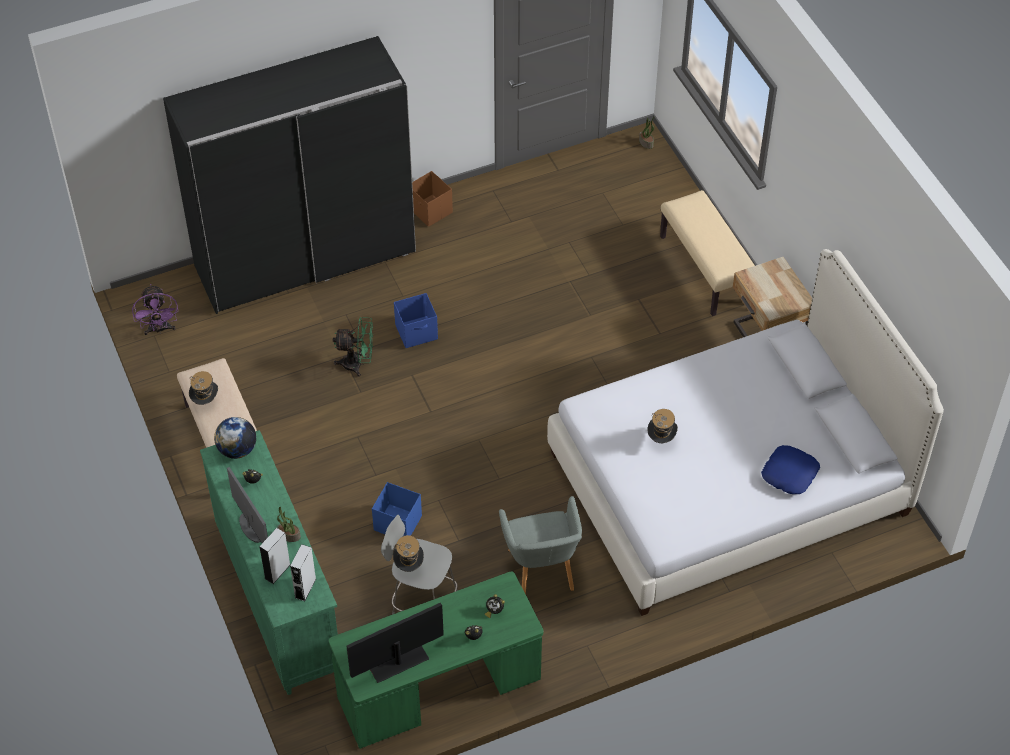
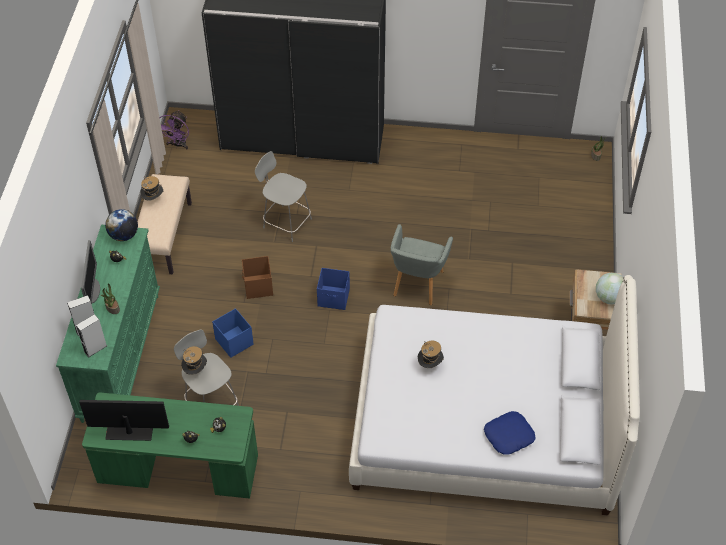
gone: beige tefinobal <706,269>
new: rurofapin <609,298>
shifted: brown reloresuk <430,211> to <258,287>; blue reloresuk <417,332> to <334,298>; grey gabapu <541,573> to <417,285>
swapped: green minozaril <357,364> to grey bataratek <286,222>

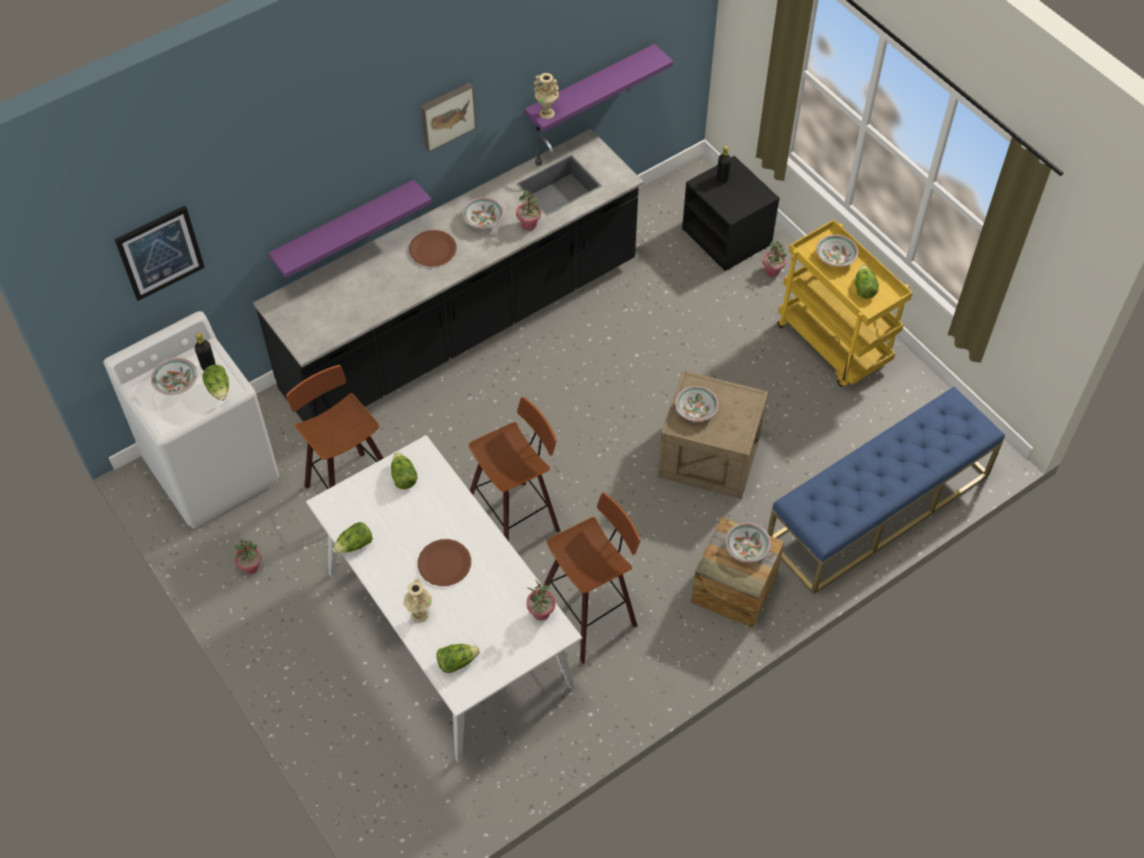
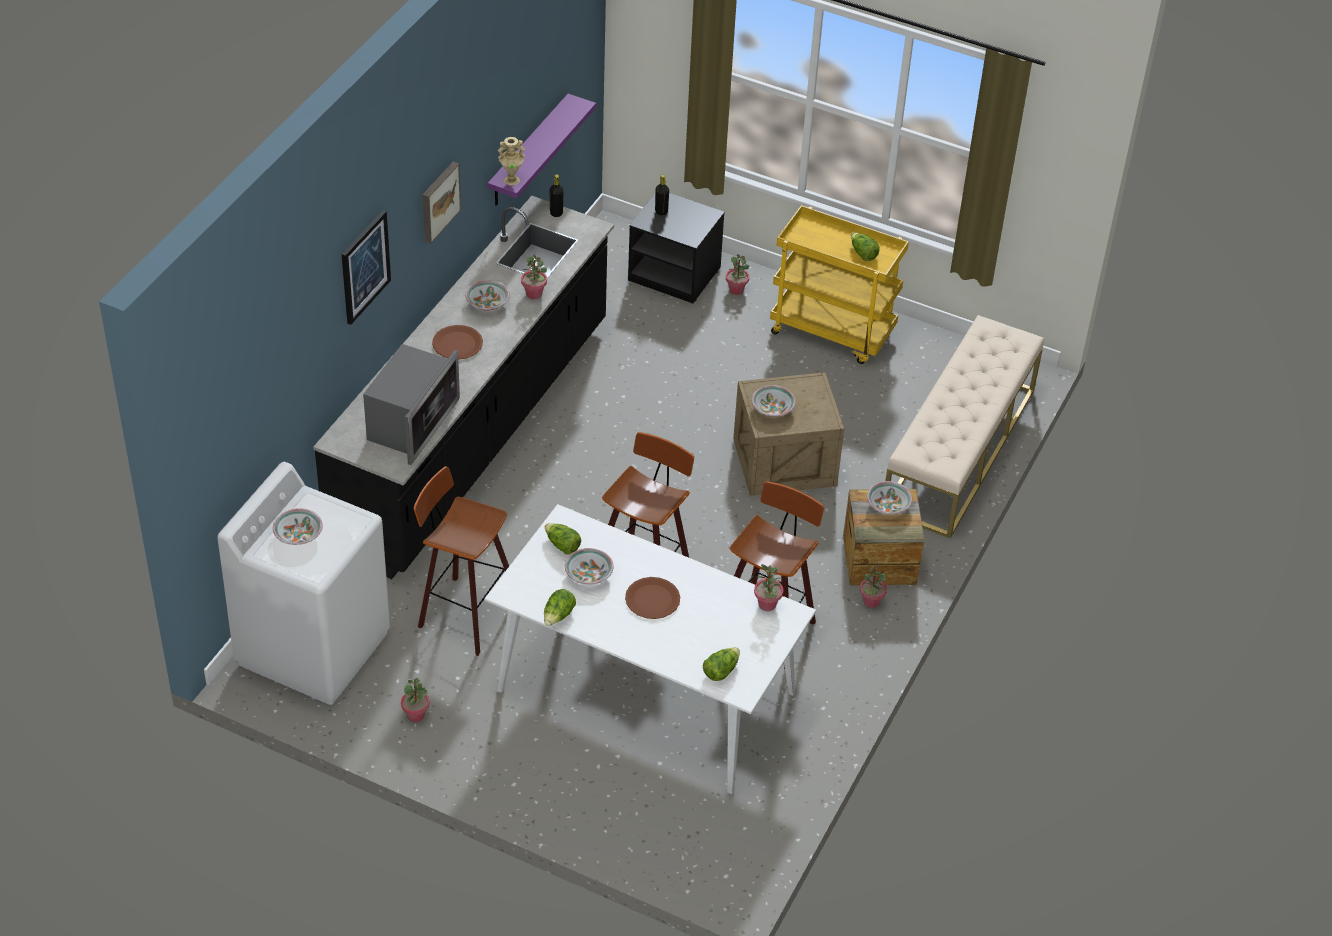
gone: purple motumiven <344,228>; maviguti <219,389>; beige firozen <419,614>
new: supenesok <411,423>; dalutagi <871,602>
shifted: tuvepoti <159,252> to <365,266>; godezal <835,257> to <588,575>; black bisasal <208,366> to <556,213>
repainted: blue tefinobal <878,508> to beige tefinobal <959,450>

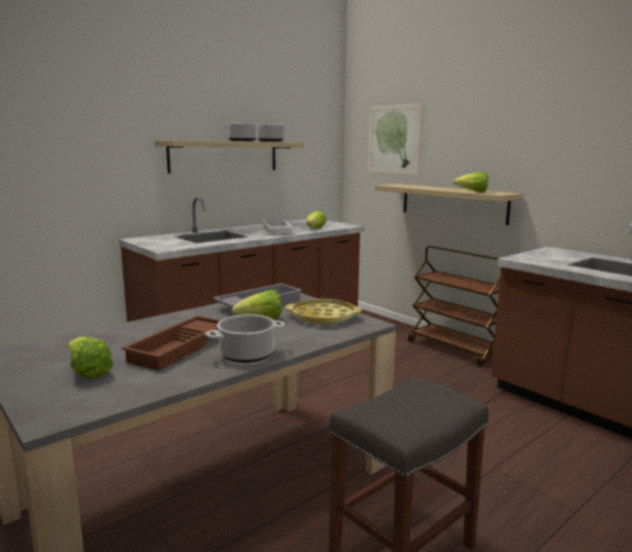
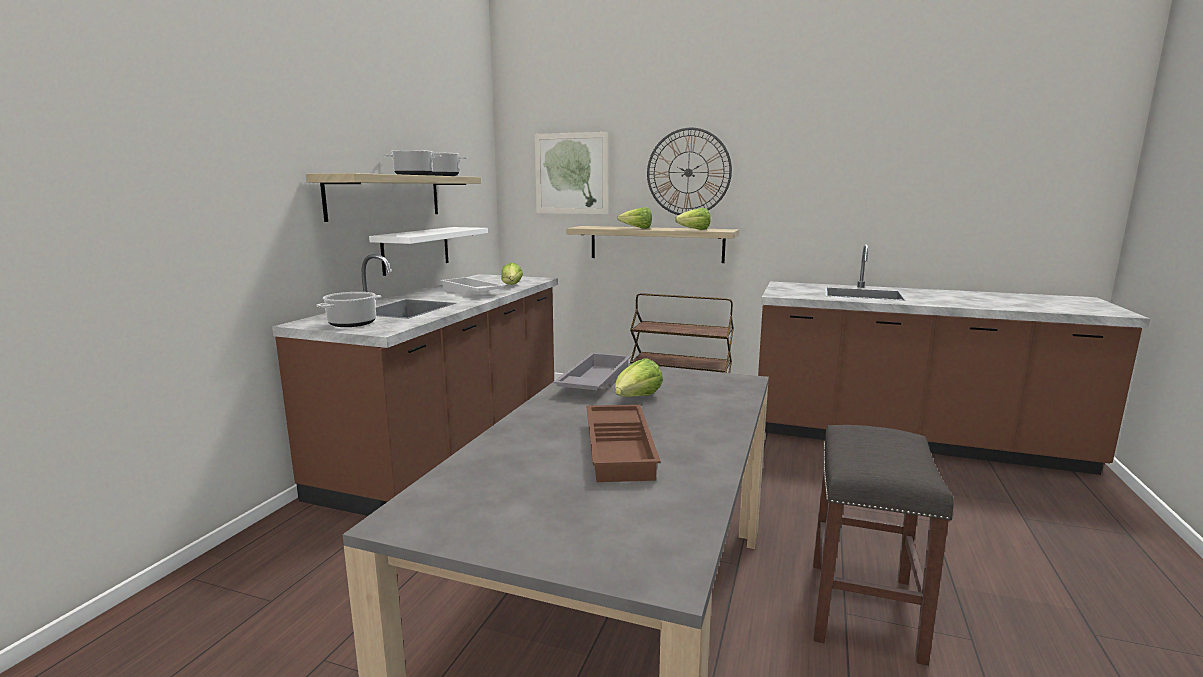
gone: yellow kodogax <323,317>
new: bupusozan <688,172>; white motumiven <416,250>
shifted: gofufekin <247,354> to <352,323>; maviguti <88,372> to <637,228>

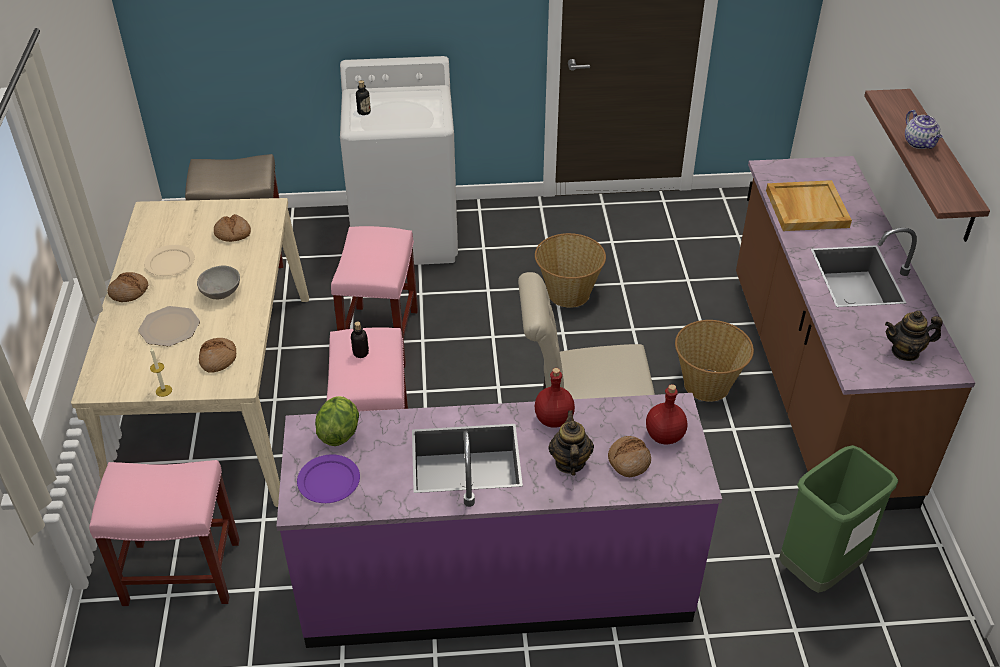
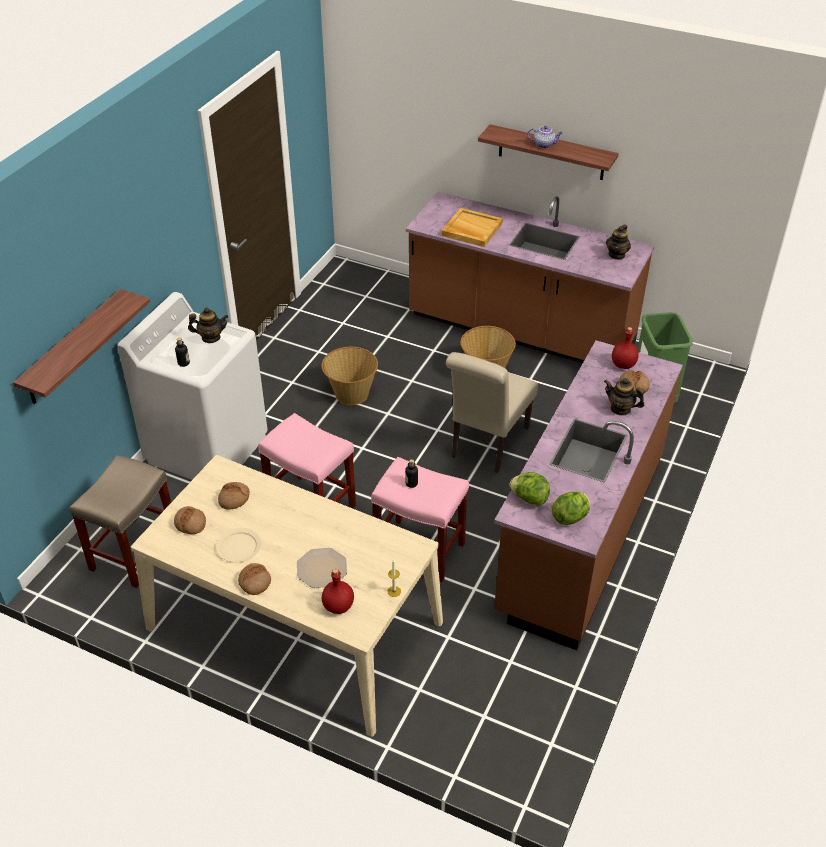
gone: grey godezal <222,294>; pink bataratek <180,572>
new: motumiven <73,348>; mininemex <211,338>
shifted: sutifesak <218,359> to <190,523>; red bisasal <554,419> to <338,606>
swapped: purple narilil <328,480> to maviguti <570,517>
repainted: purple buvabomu <496,581> to brown buvabomu <579,534>

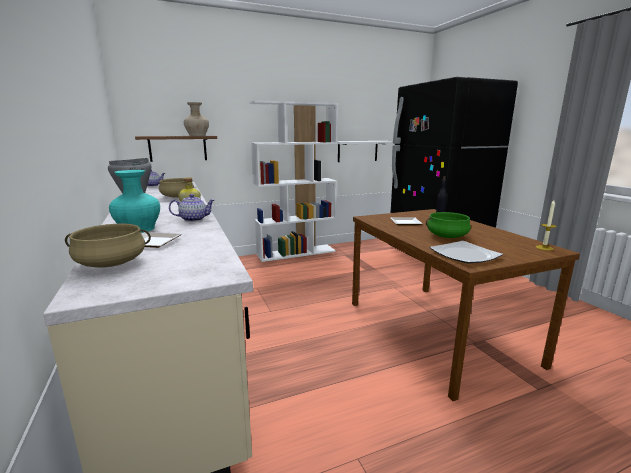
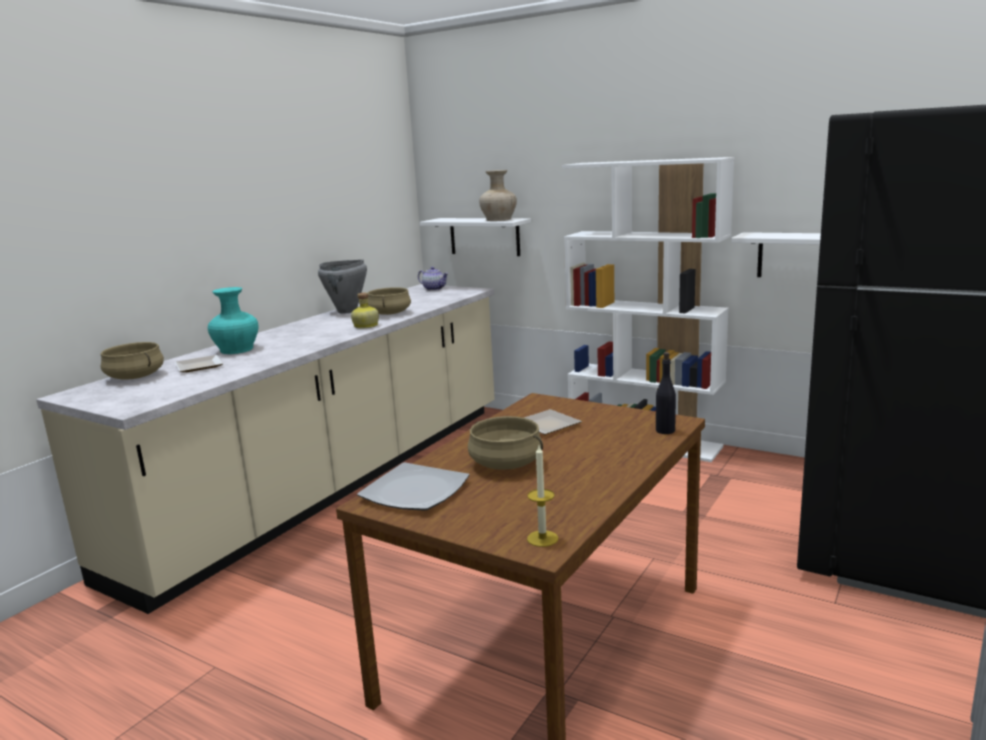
gone: mininemex <194,219>
repainted: brown motumiven <178,148> to white motumiven <484,236>; green gofufekin <447,236> to beige gofufekin <506,463>

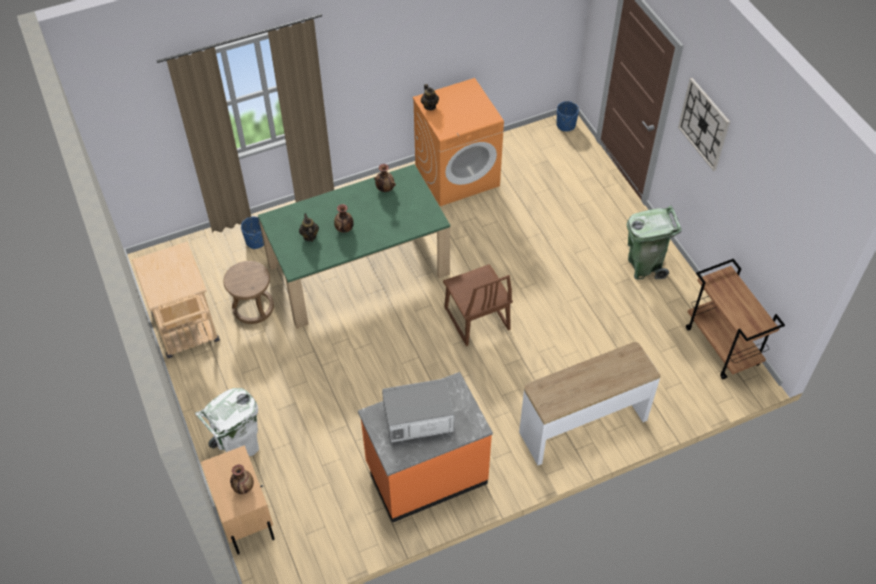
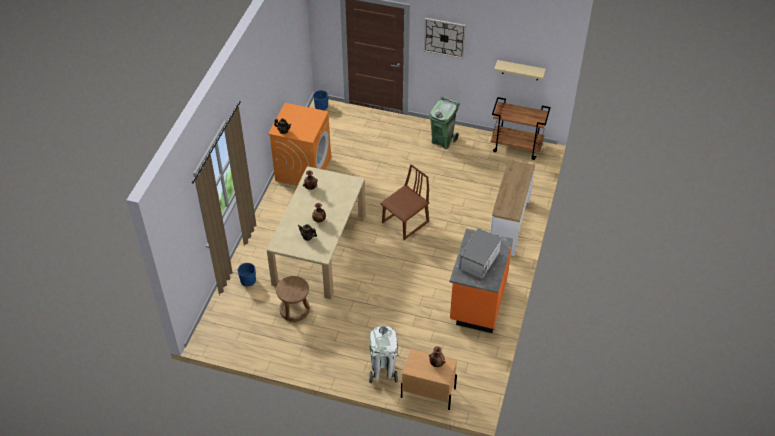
gone: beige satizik <187,332>
new: beige motumiven <520,70>
repainted: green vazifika <358,269> to beige vazifika <320,249>
rotated: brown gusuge <476,319> = <405,223> 60 degrees counterclockwise

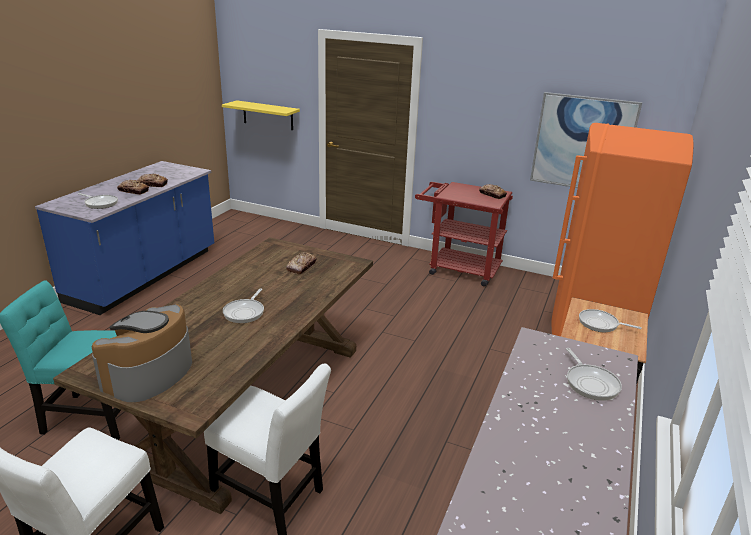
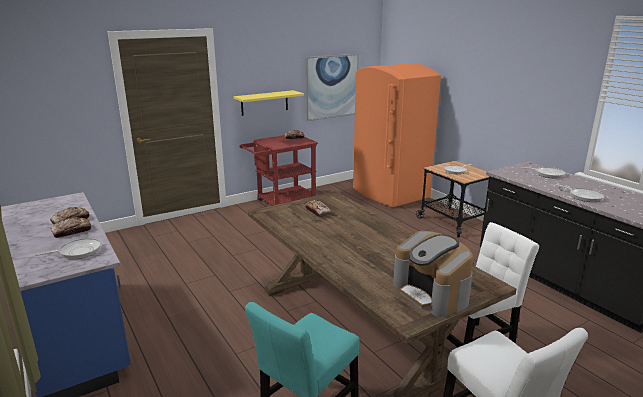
shifted: yellow motumiven <268,115> to <264,103>; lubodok <245,312> to <583,196>

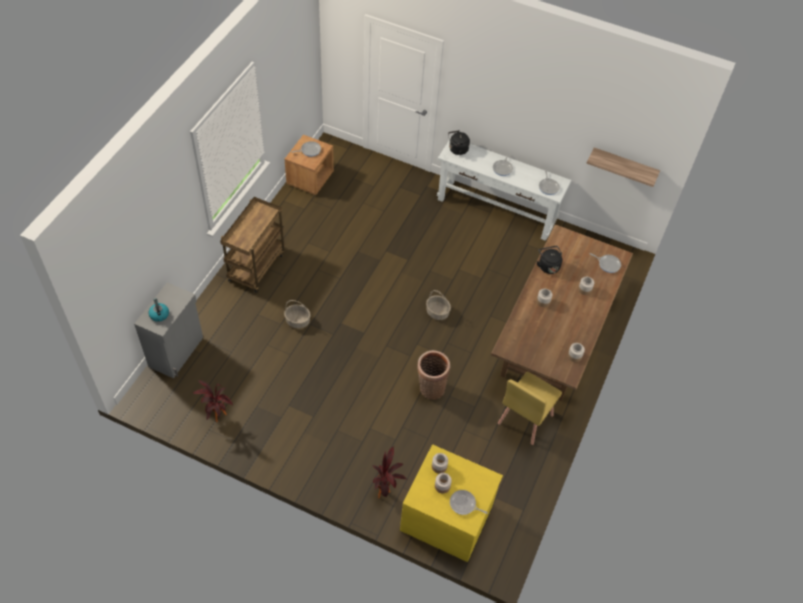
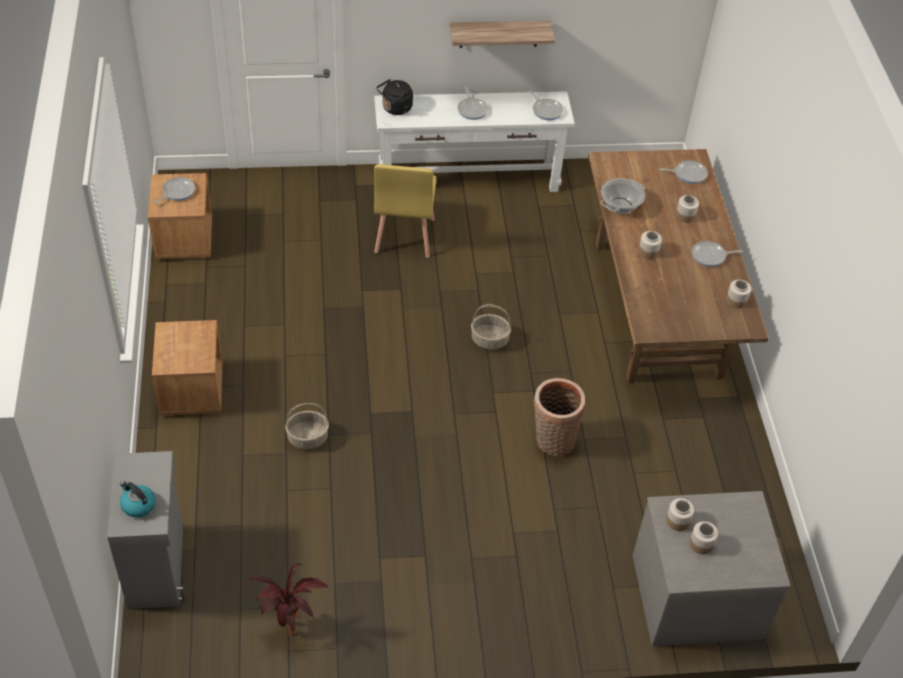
gone: dalutagi <386,491>
shifted: motumiven <624,166> to <499,34>; yellow gusuge <524,419> to <404,236>; lubodok <464,504> to <710,256>
swapped: brown satizik <256,266> to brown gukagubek <191,390>; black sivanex <548,266> to gofufekin <620,206>
repainted: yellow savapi <447,516> to grey savapi <696,594>

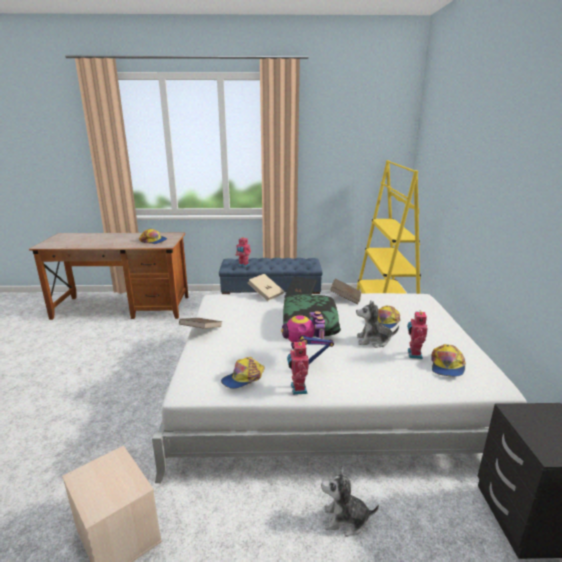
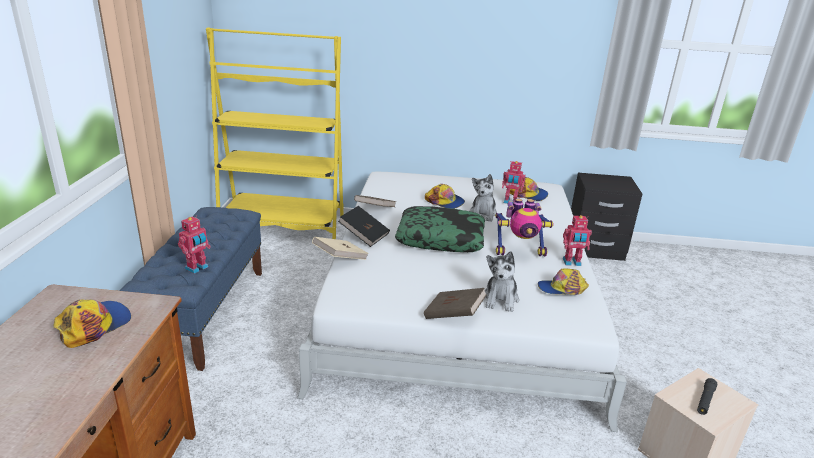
new: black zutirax <705,400>
shifted: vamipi <345,520> to <500,299>
rotated: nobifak <243,378> = <562,289> 120 degrees clockwise

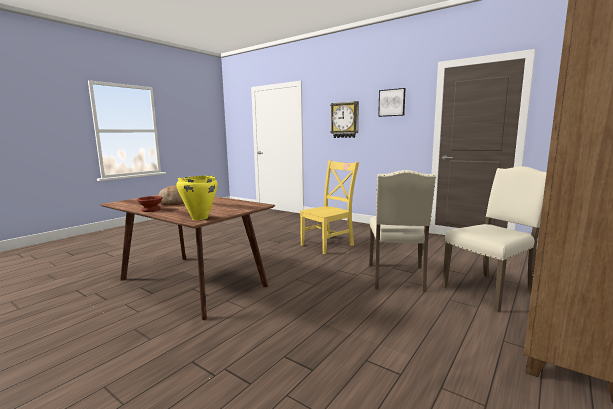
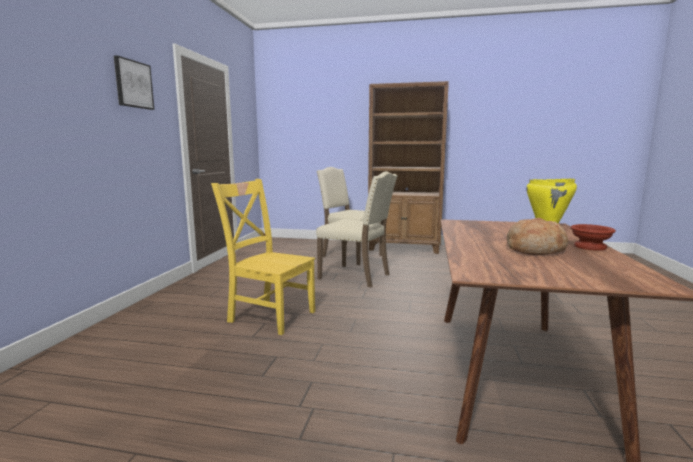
gone: bupusozan <345,120>
rotated: beige gusuge <397,278> = <356,276> 45 degrees clockwise

